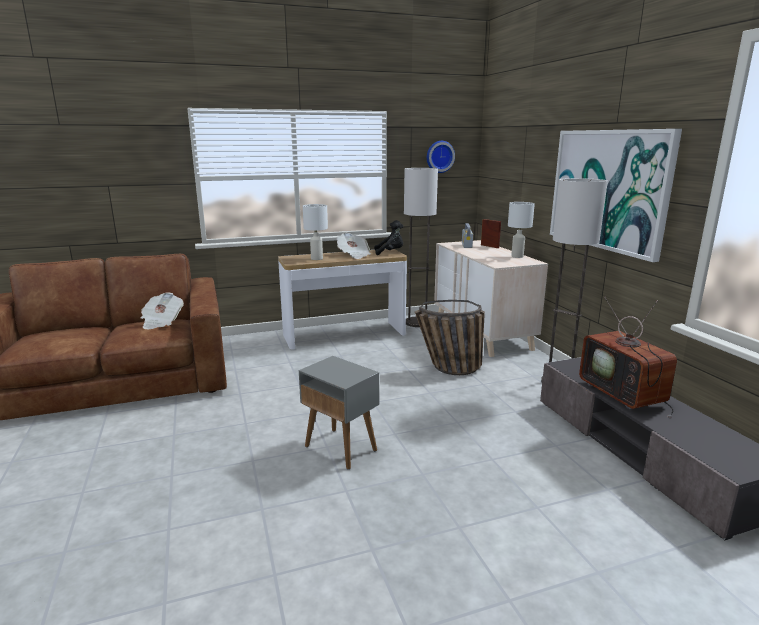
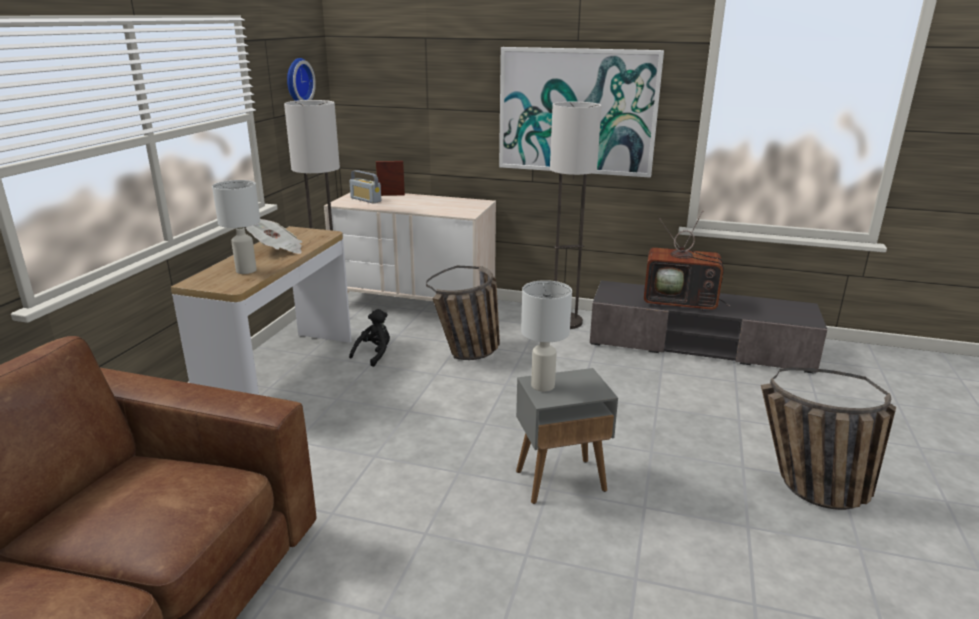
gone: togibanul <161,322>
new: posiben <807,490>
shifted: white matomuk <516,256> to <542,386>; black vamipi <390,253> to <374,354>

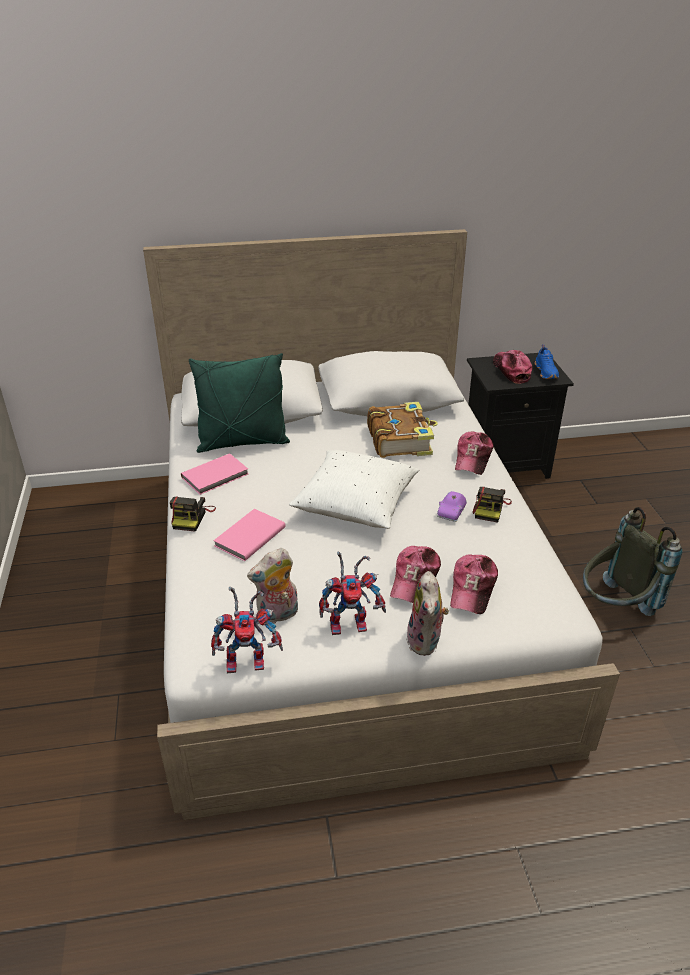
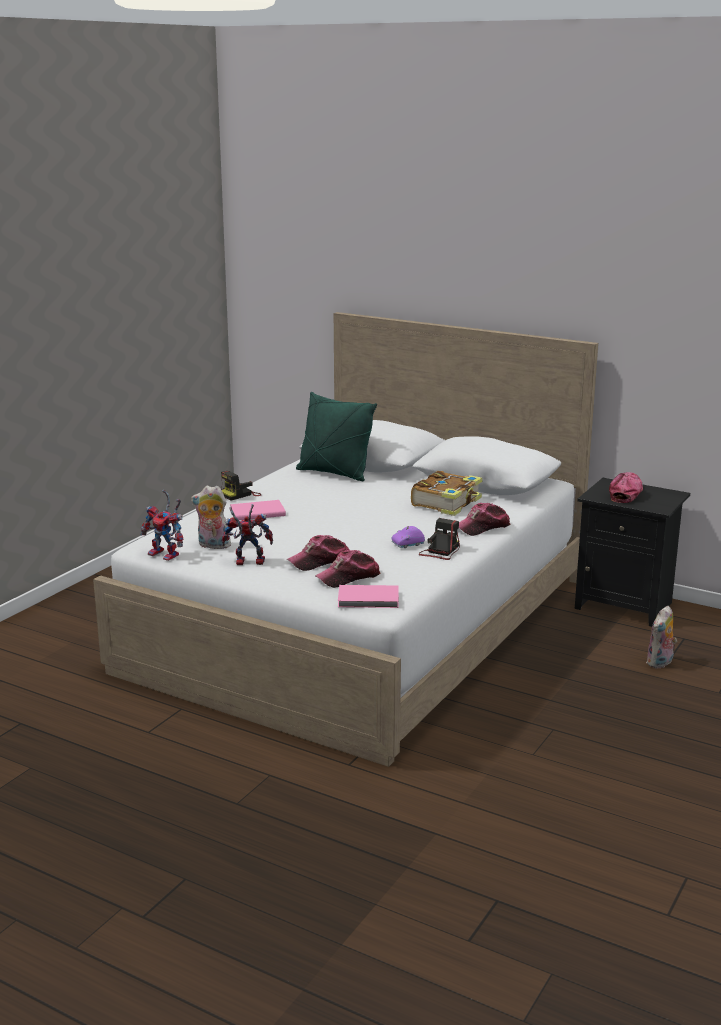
gone: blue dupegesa <546,372>; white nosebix <356,505>; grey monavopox <614,608>
shifted: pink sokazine <216,476> to <369,599>; vamipi <426,641> to <660,663>
rotated: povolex <490,508> = <440,551> 150 degrees clockwise; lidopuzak <351,622> = <247,562> 150 degrees clockwise

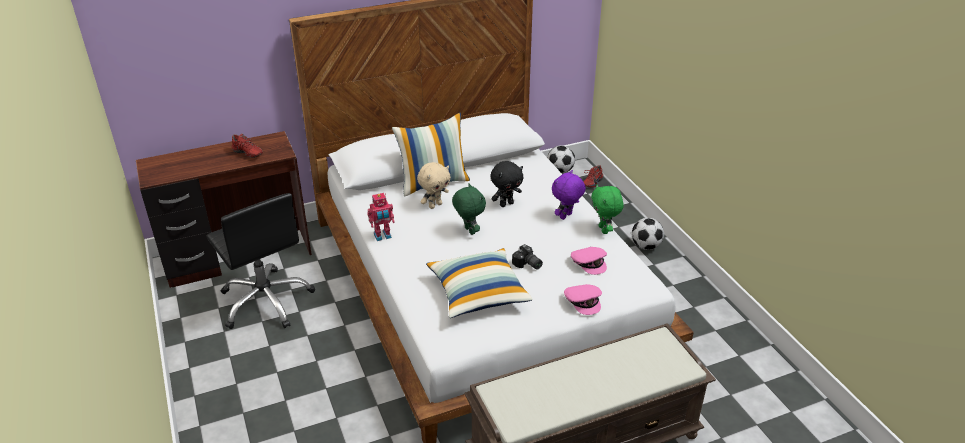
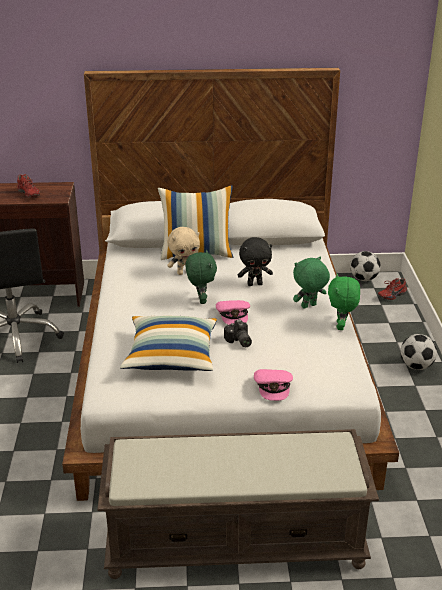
gone: lidopuzak <383,236>
shifted: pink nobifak <589,263> to <233,315>
repainted: purple vamipi <566,216> to green vamipi <309,306>

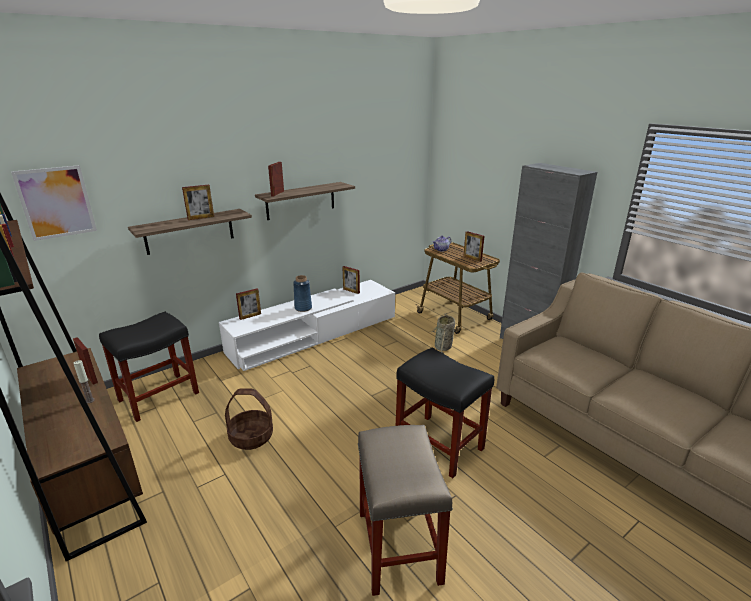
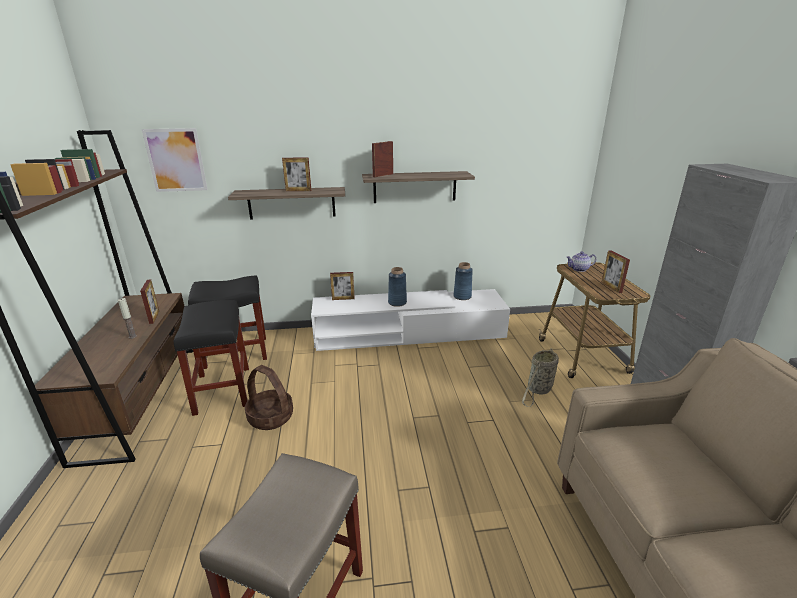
shifted: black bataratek <440,445> to <223,391>
swapped: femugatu <351,291> to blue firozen <462,296>

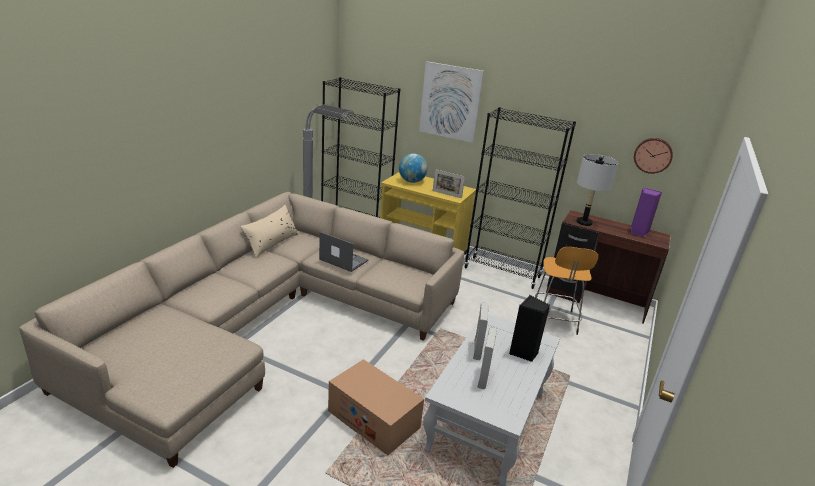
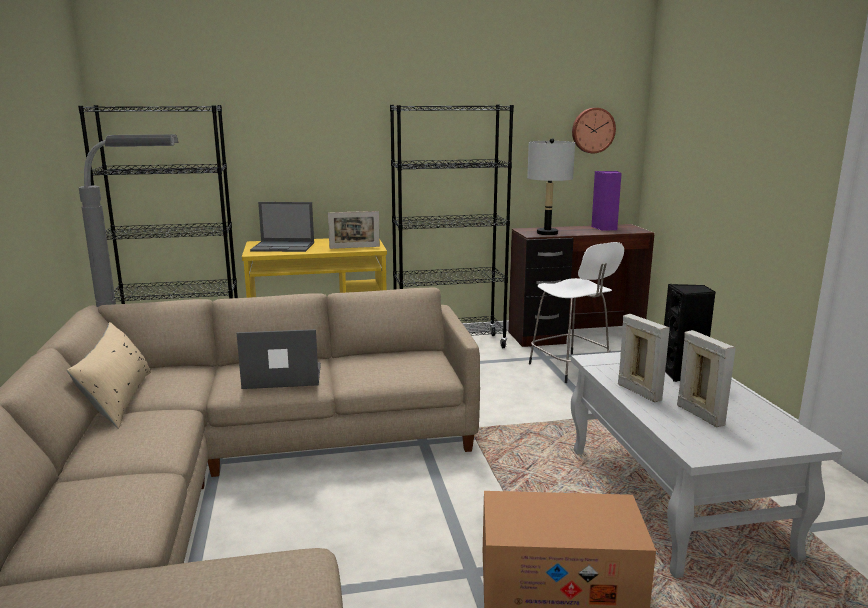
gone: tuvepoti <450,102>
swapped: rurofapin <411,181> to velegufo <284,247>
repainted: orange bataratek <554,321> to white bataratek <571,368>

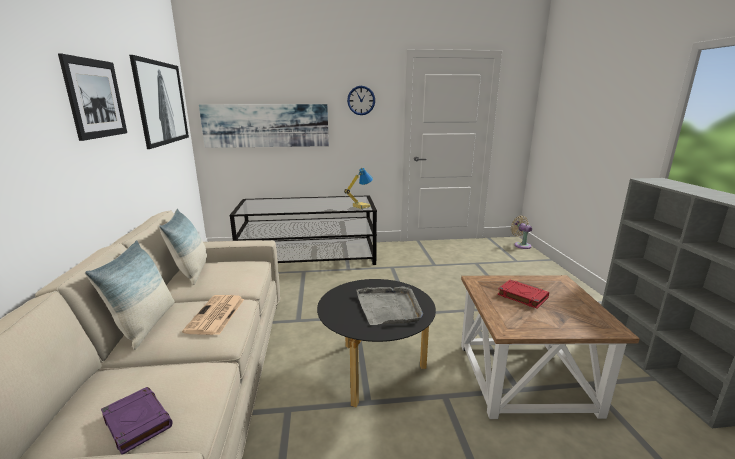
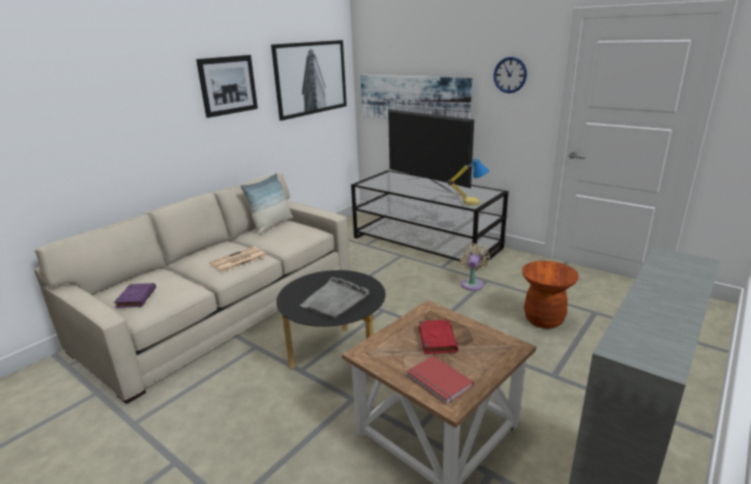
gone: nosebix <146,325>
new: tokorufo <427,185>; brown bataratek <543,319>; red sokazine <438,382>
shifted: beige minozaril <521,245> to <472,283>

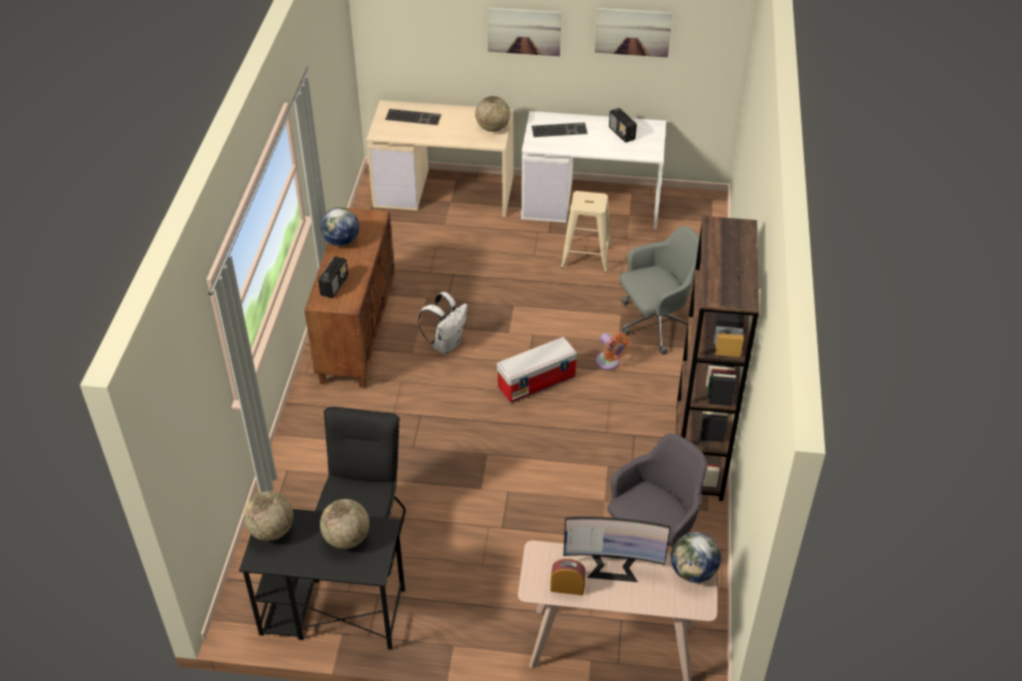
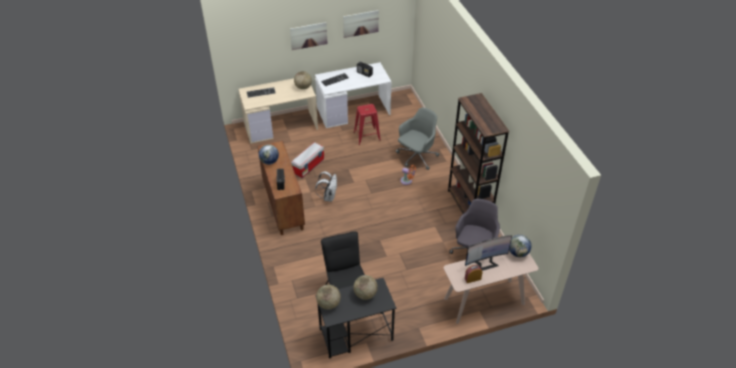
shifted: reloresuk <537,382> to <308,166>
repainted: beige bataratek <586,257> to red bataratek <367,136>

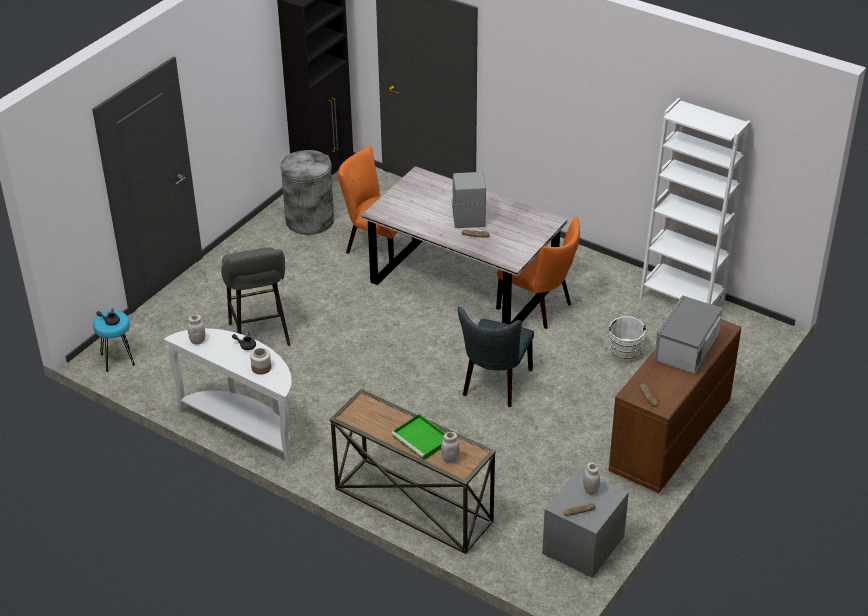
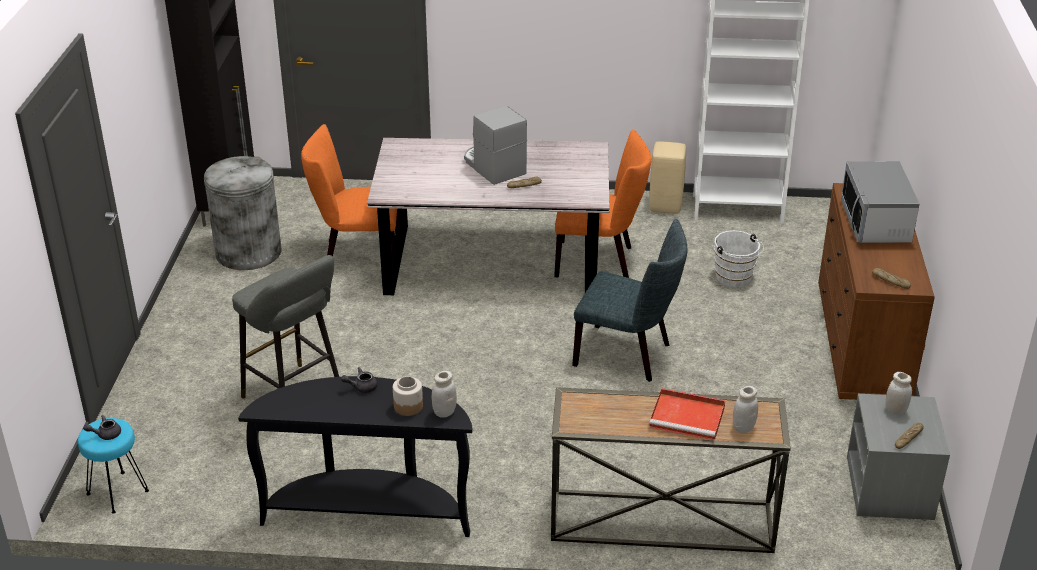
new: beige bataratek <664,206>
shifted: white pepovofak <197,341> to <444,412>
repainted: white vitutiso <245,427> to black vitutiso <369,511>; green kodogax <422,439> to red kodogax <688,417>
rotated: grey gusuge <495,385> = <628,355> 60 degrees counterclockwise

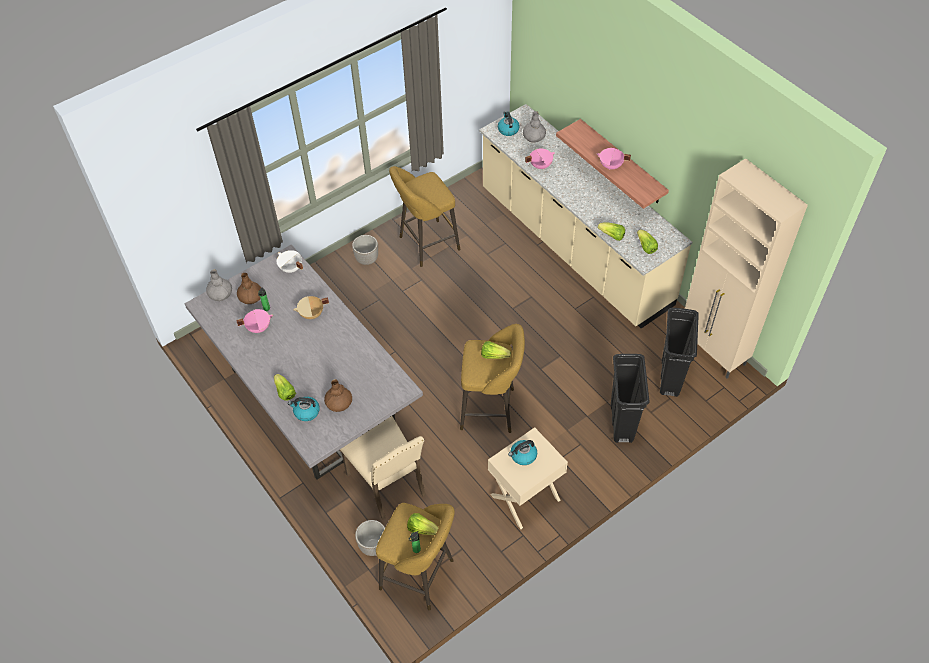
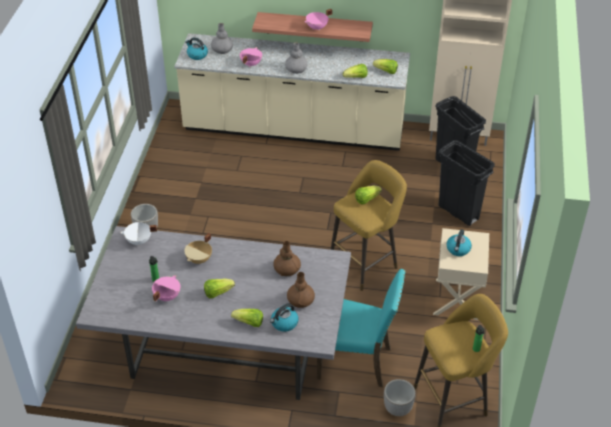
gone: yellow bataratek <426,244>
shifted: grey firozen <220,293> to <296,69>; brown firozen <250,297> to <286,269>; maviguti <422,529> to <217,292>
repainted: beige gusuge <388,484> to turquoise gusuge <356,362>

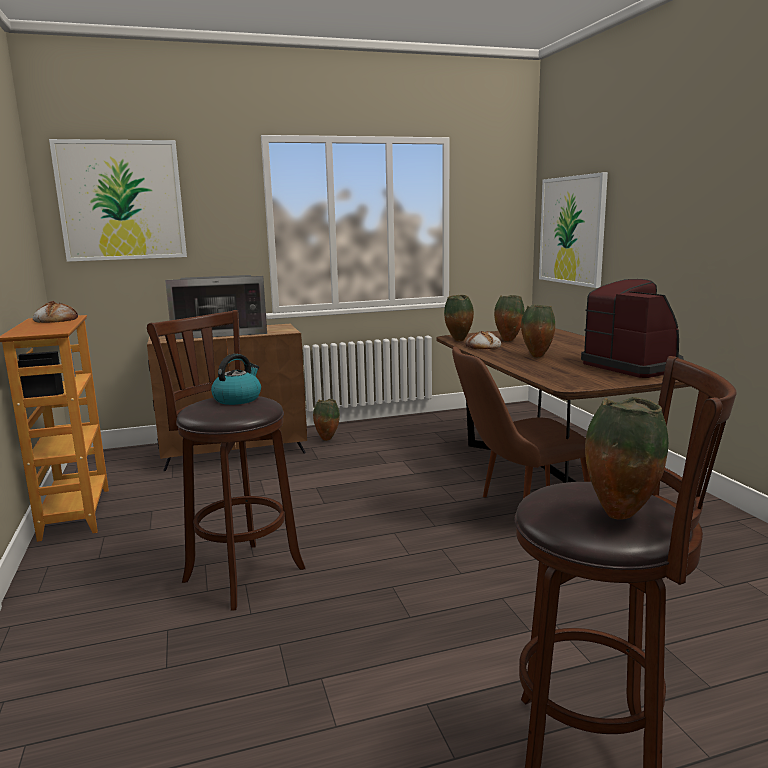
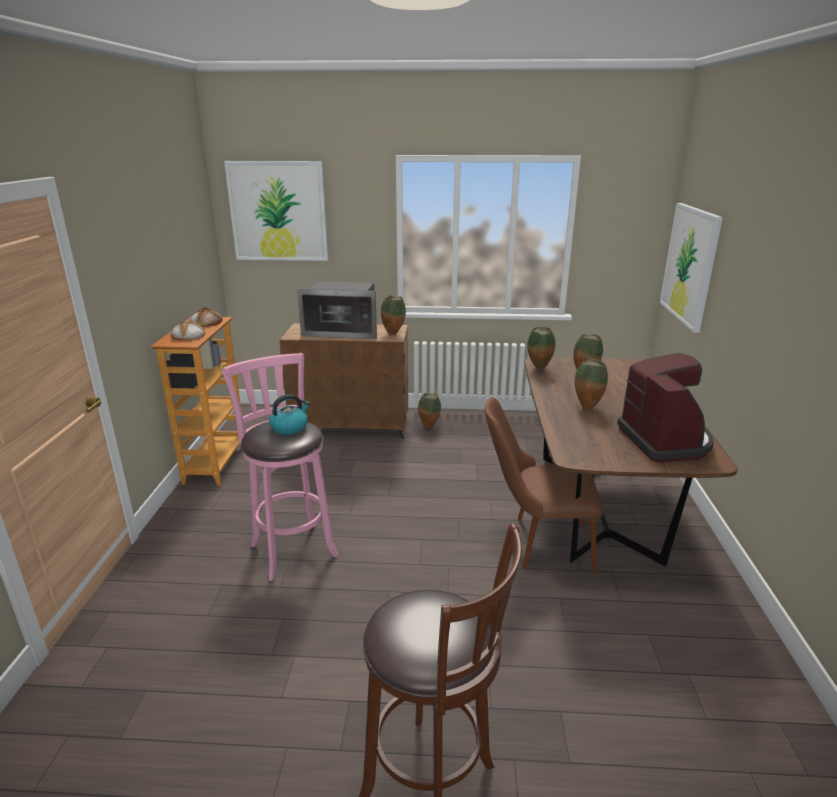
shifted: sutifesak <483,346> to <188,335>; firozen <619,514> to <393,334>
repainted: brown bataratek <240,572> to pink bataratek <292,548>

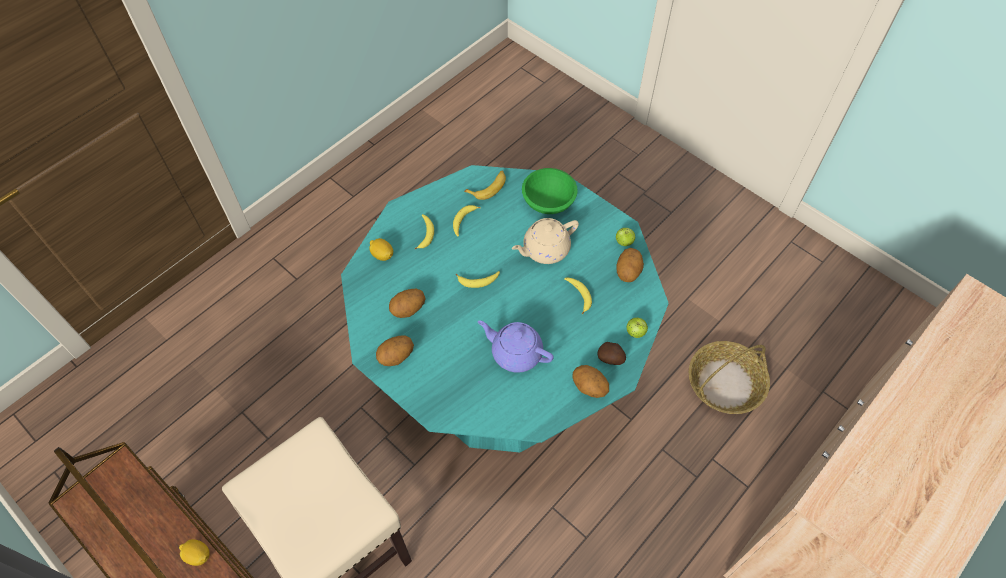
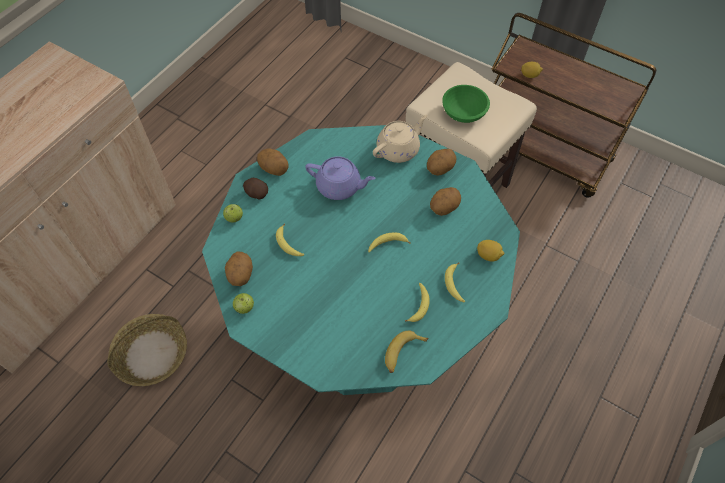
shifted: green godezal <549,201> to <463,113>; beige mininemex <545,249> to <399,149>

